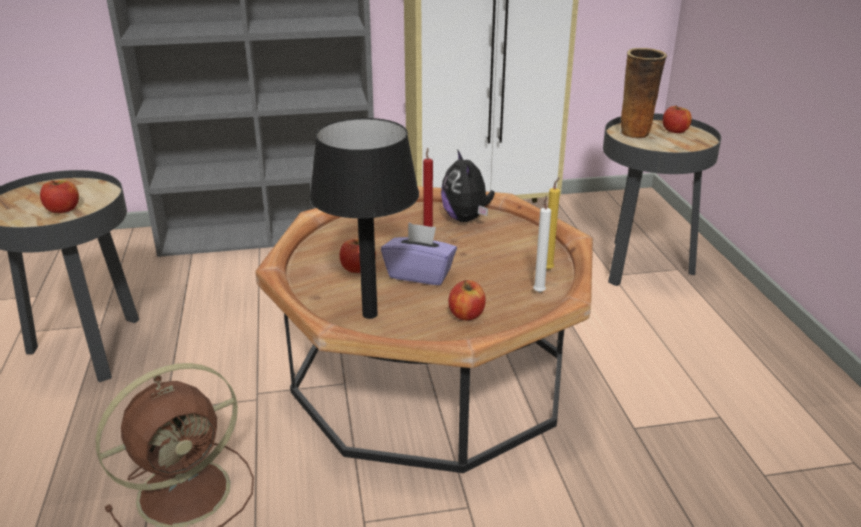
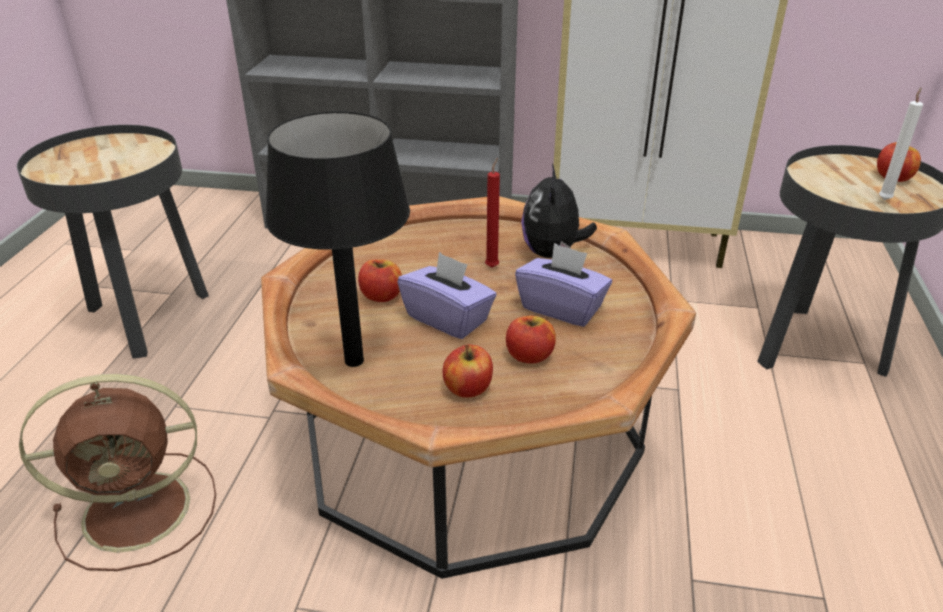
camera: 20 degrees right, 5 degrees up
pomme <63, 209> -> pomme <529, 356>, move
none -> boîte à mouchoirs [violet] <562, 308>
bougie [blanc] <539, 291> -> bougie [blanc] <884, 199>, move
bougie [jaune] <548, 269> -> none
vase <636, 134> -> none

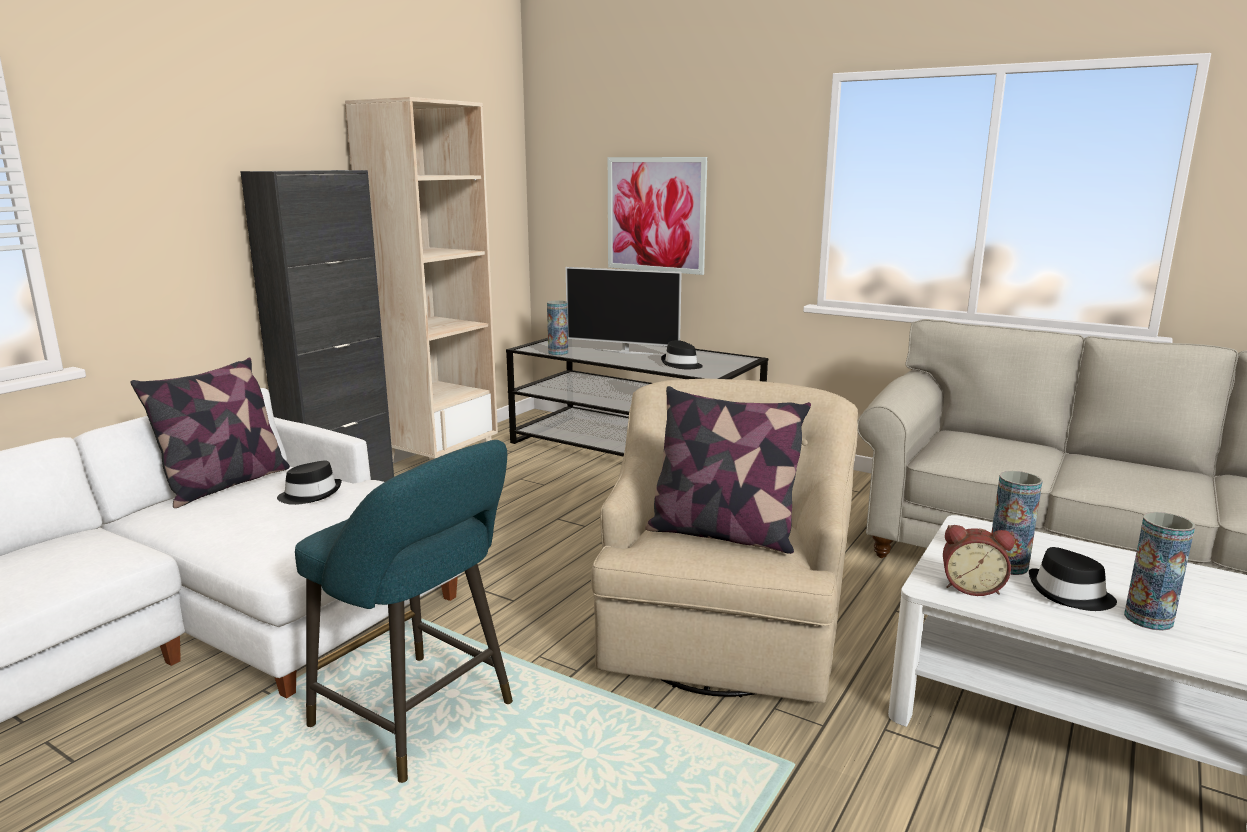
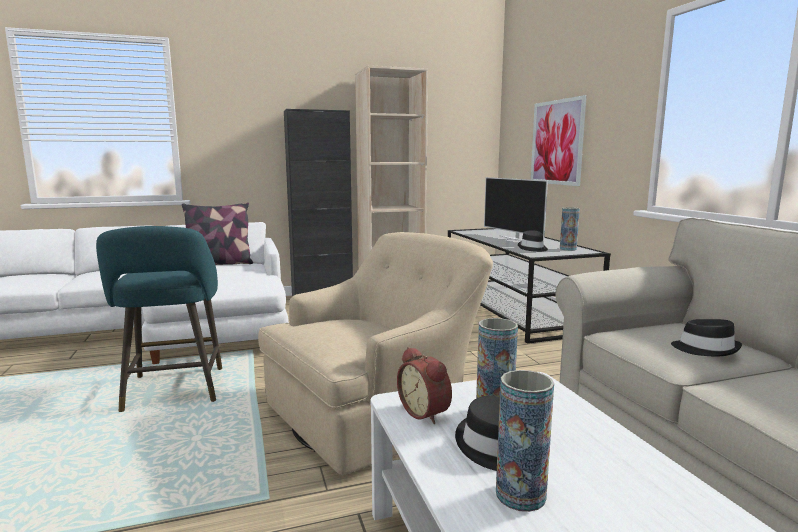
camera: 40 degrees right, 5 degrees down
vase <558, 353> -> vase <568, 249>, move
chapeau [noir] <311, 494> -> chapeau [noir] <705, 349>, move
coussin <722, 534> -> none

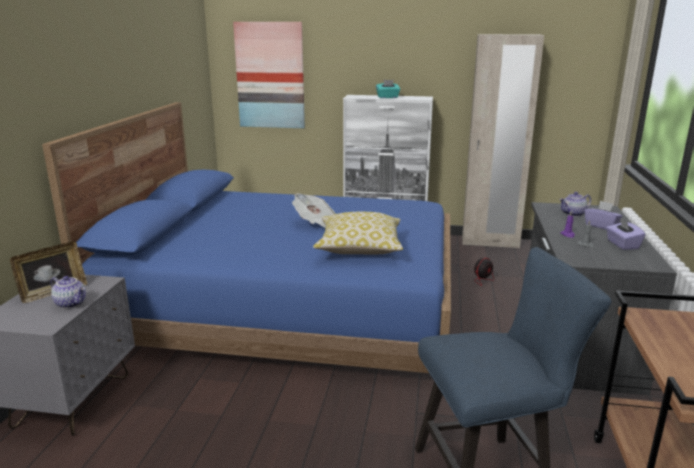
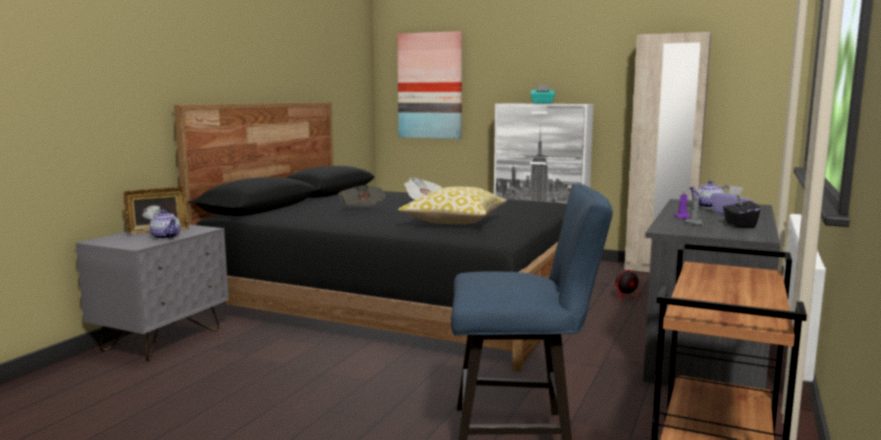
camera: 15 degrees right, 10 degrees down
lit [bleu] <288, 306> -> lit [noir] <401, 299>
none -> journal <363, 210>
boîte à mouchoirs [violet] <622, 245> -> boîte à mouchoirs [noir] <739, 225>

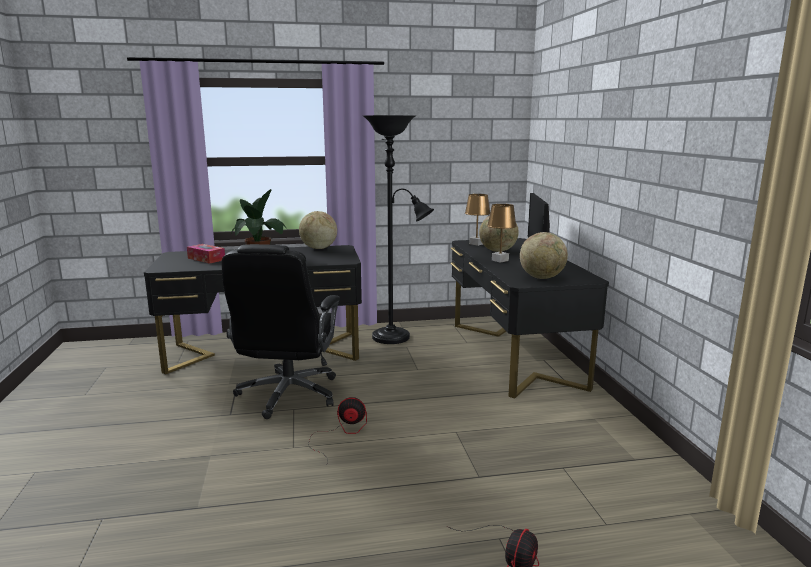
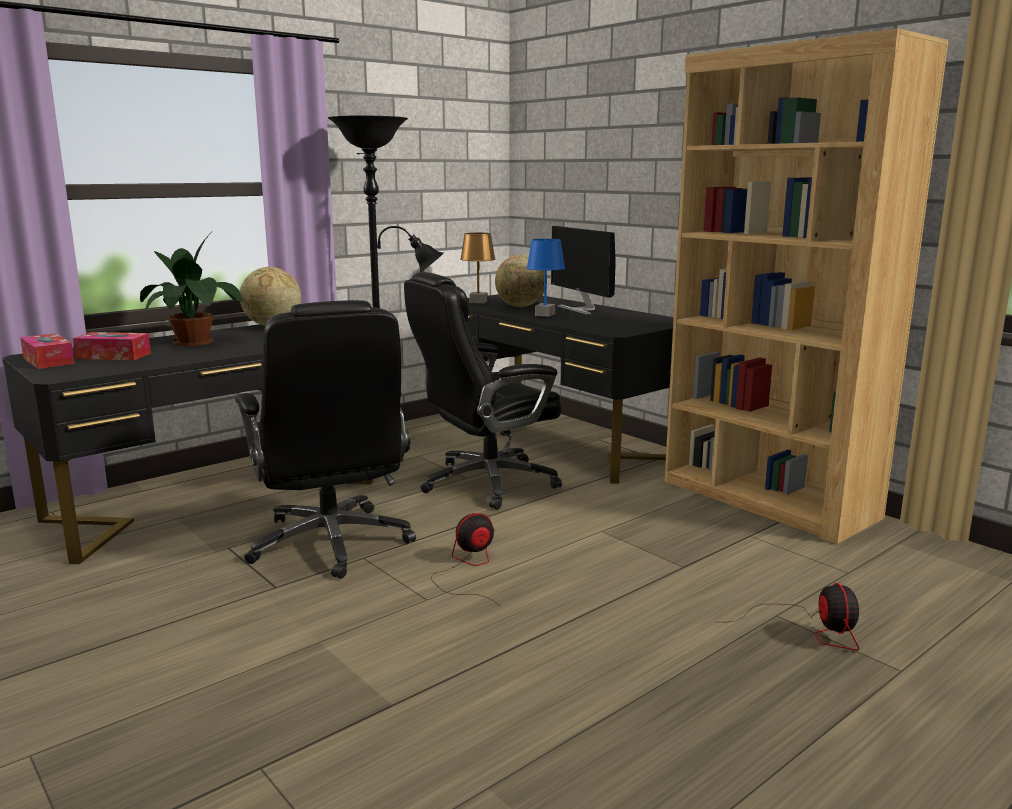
camera: 30 degrees left, 0 degrees up
none -> boîte à mouchoirs <48, 360>
none -> chaise de bureau [noir] <485, 483>
lampe de table [marron] <500, 260> -> lampe de table [bleu] <545, 315>
none -> bibliothèque [marron] <768, 499>
globe <542, 277> -> none

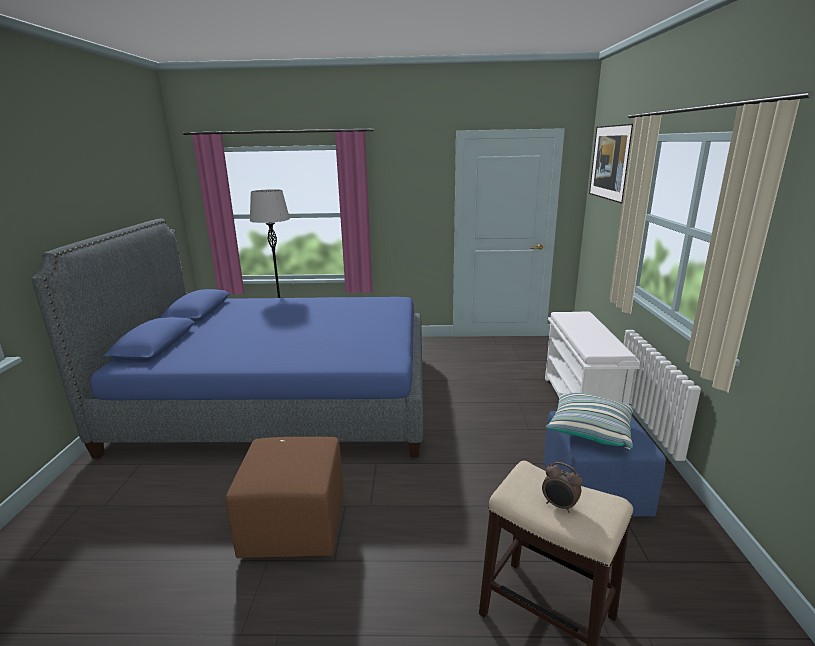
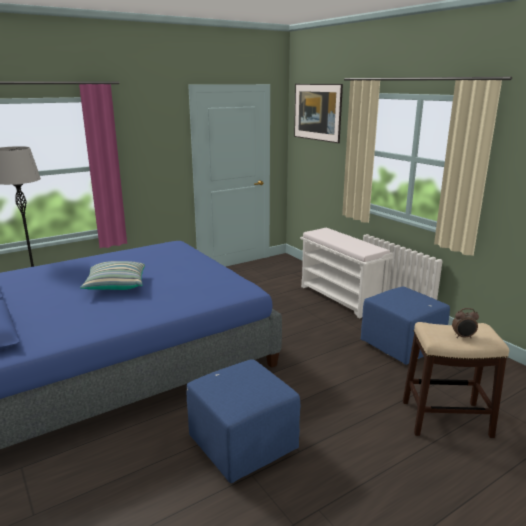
camera: 35 degrees left, 0 degrees up
coussin <590, 430> -> coussin <116, 286>, move
pouf [marron] <294, 525> -> pouf [bleu] <241, 444>

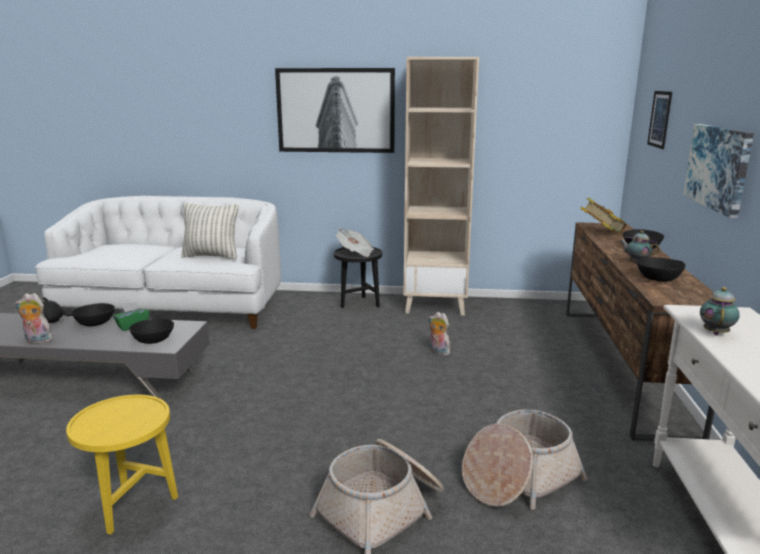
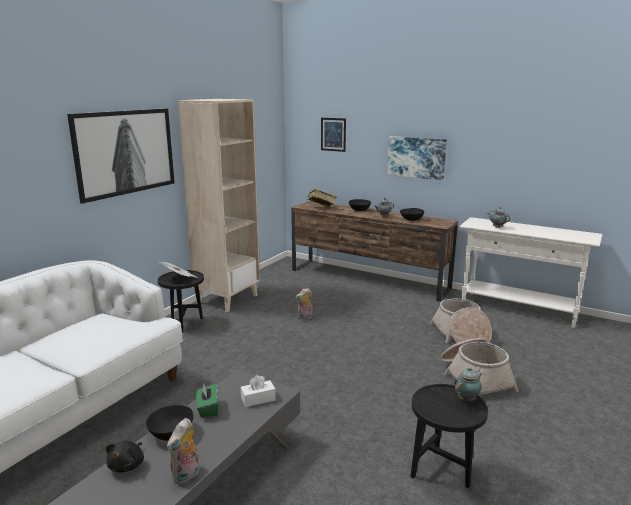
camera: 65 degrees left, 0 degrees up
bol [noir] <153, 340> -> boîte à mouchoirs [blanc] <258, 399>
table d'appoint [jaune] <133, 509> -> table d'appoint [noir] <442, 473>
none -> théière <467, 399>
coussin <211, 256> -> none

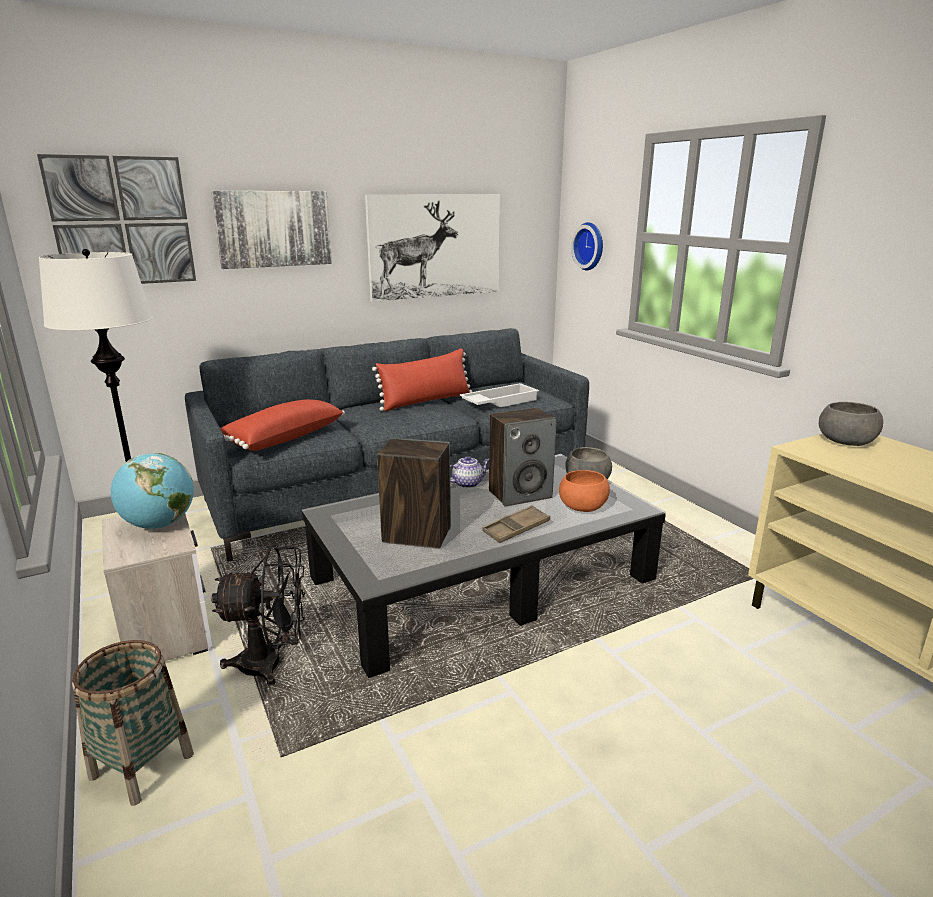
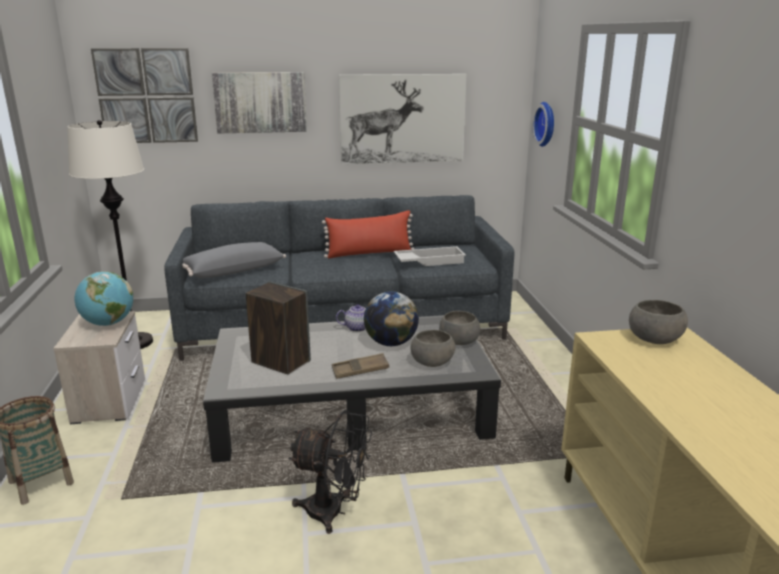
camera: 20 degrees right, 0 degrees up
coussin [rouge] <283, 438> -> coussin [gris] <233, 271>
ventilateur [noir] <272, 663> -> ventilateur [noir] <334, 512>, move
enceinte <520, 494> -> globe <391, 343>
bol [orange] <582, 506> -> bol [gris] <432, 361>

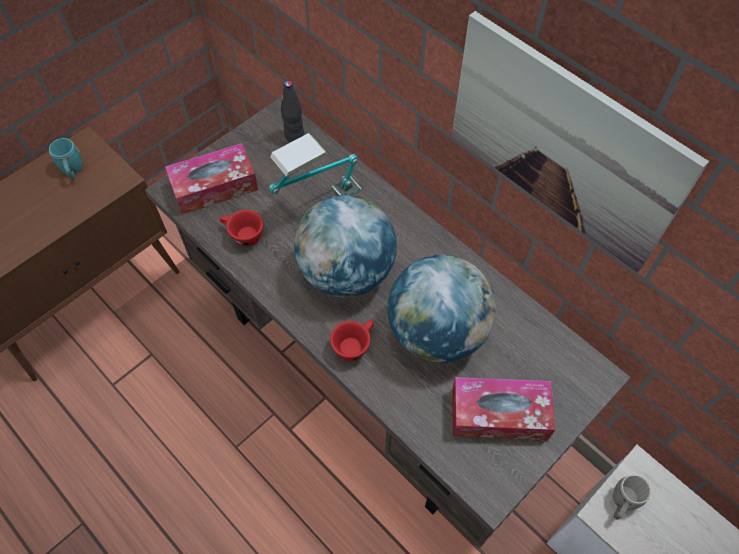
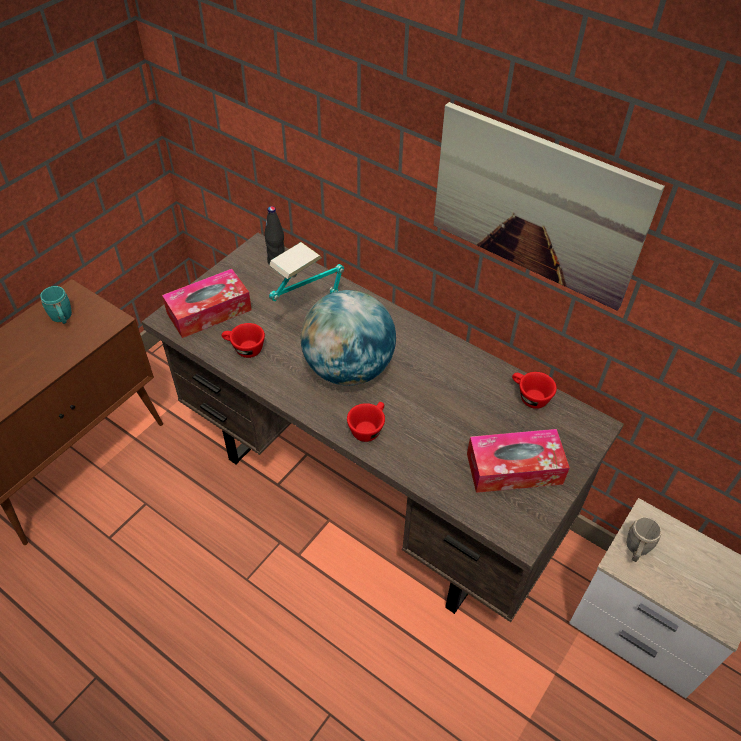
camera: 10 degrees left, 10 degrees down
none -> tasse [rouge] <529, 397>
globe <437, 332> -> none

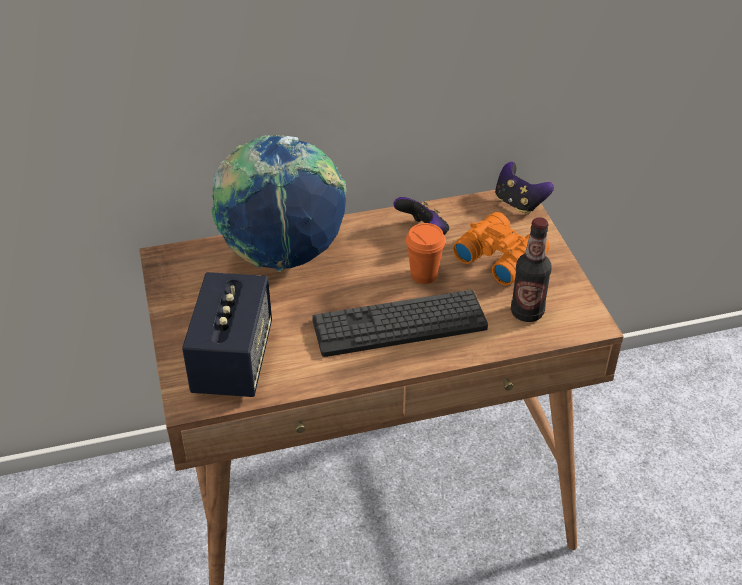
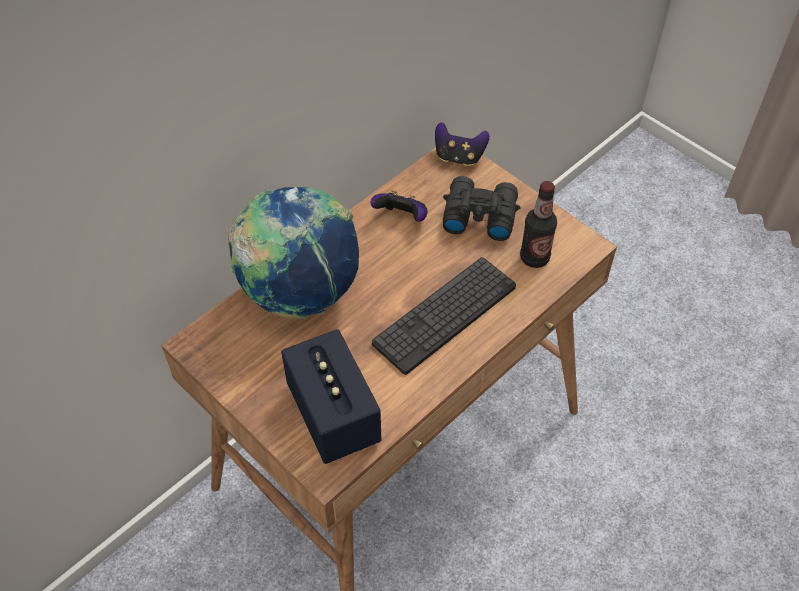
camera: 30 degrees left, 10 degrees up
jumelles [orange] <499, 256> -> jumelles [noir] <478, 214>
tasse [orange] <423, 275> -> none

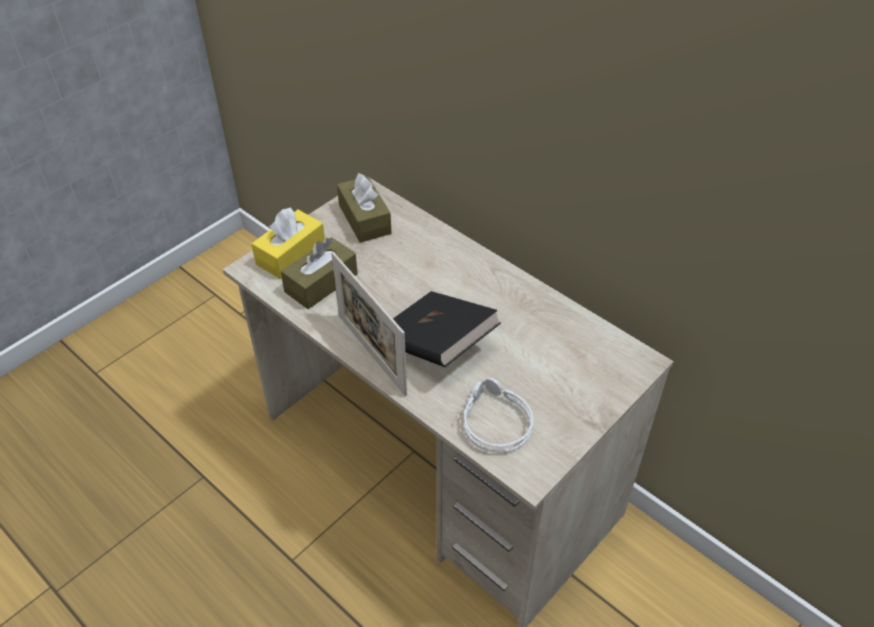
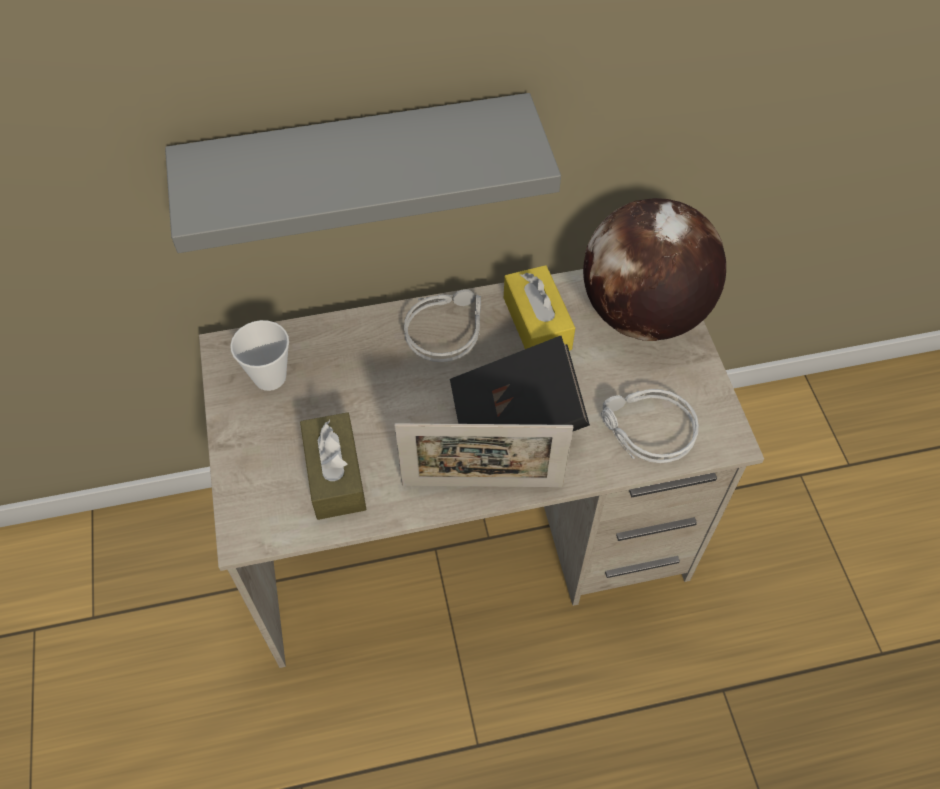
camera: 55 degrees left, 10 degrees up
none -> étagère [gris] <357, 167>
boîte à mouchoirs [marron] <364, 219> -> tasse <270, 377>
none -> casque audio [gris] <445, 328>
boîte à mouchoirs [jaune] <291, 254> -> boîte à mouchoirs [jaune] <537, 323>, move
none -> globe <642, 314>

